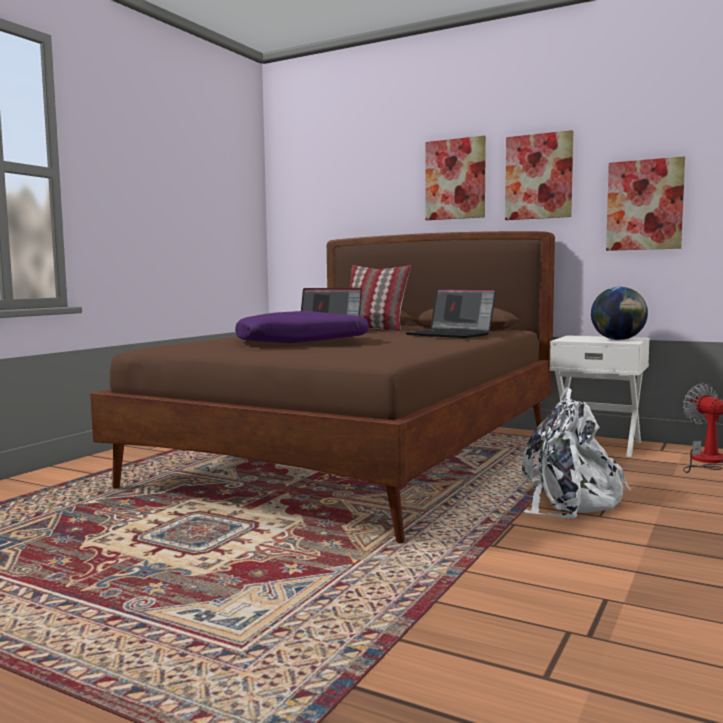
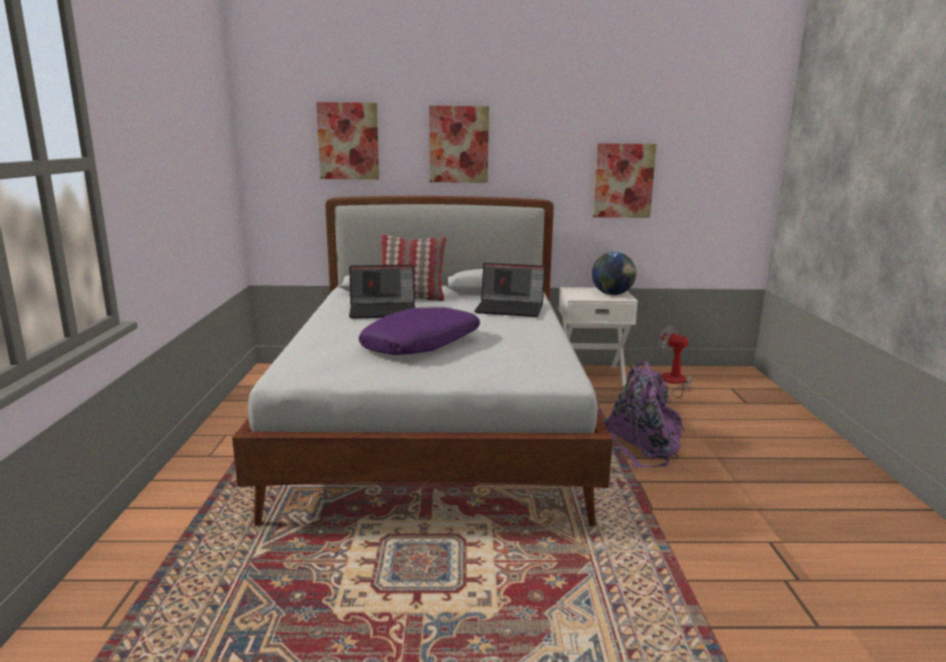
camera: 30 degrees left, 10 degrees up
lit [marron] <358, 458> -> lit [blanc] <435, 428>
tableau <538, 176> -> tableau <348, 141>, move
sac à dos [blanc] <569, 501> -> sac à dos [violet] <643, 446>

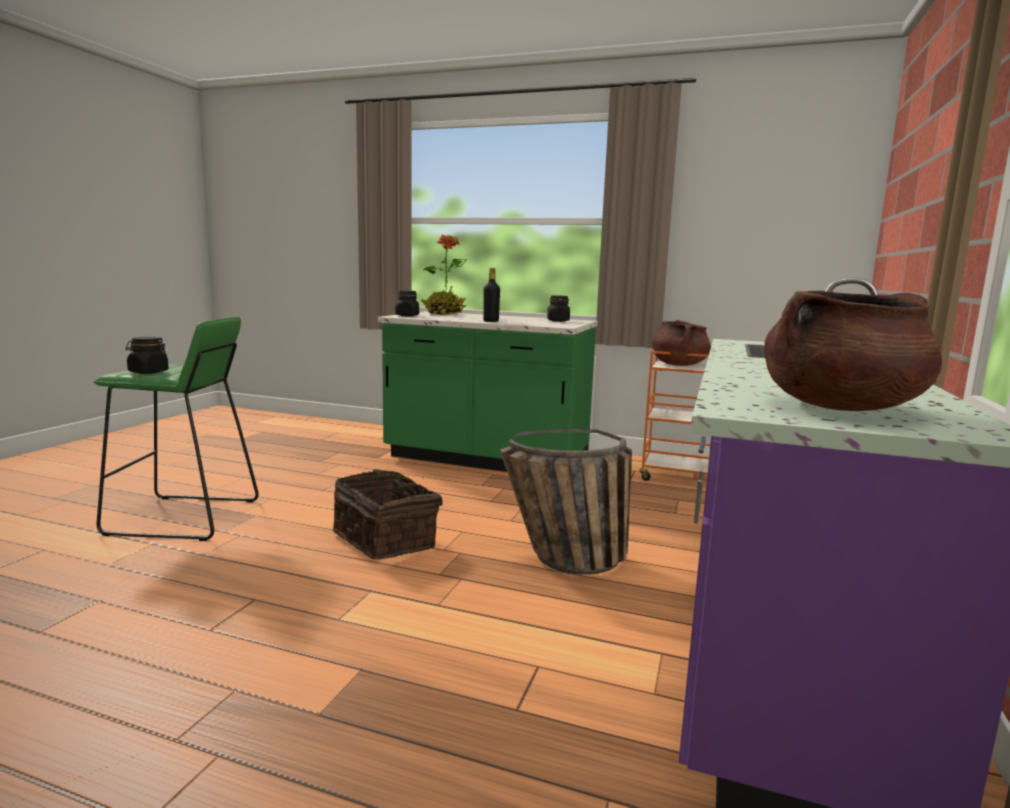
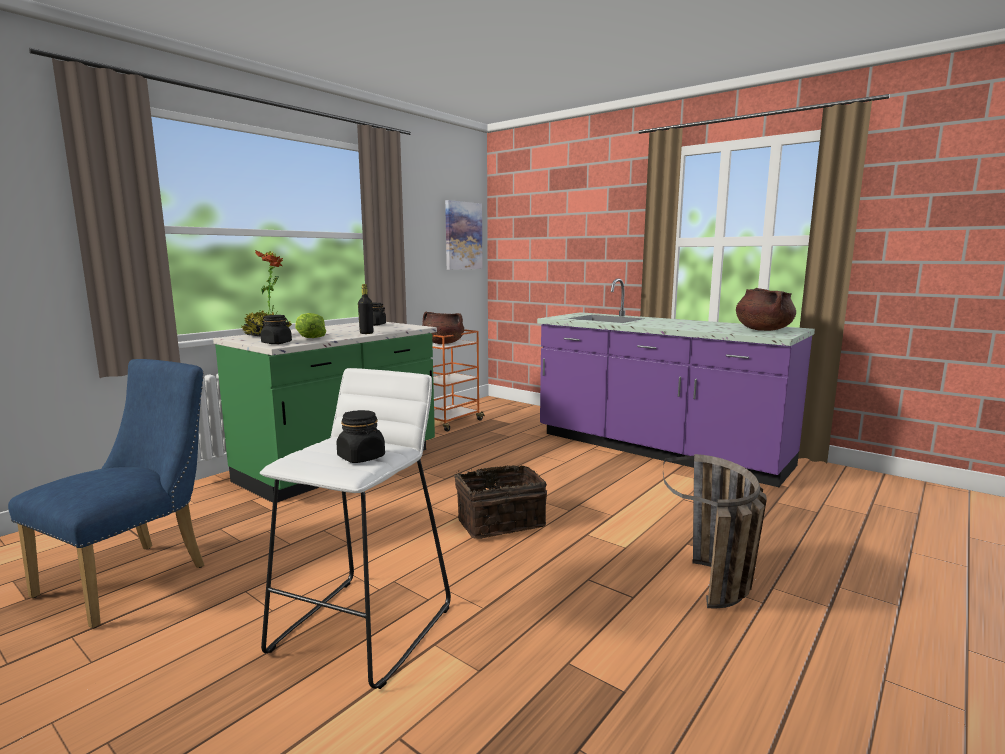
camera: 70 degrees left, 0 degrees up
none -> chaise [bleu] <135, 577>
tabouret [vert] <184, 518> -> tabouret [blanc] <364, 628>
none -> laitue <310, 337>
none -> tableau <463, 236>
panier <564, 563> -> panier <717, 596>, move

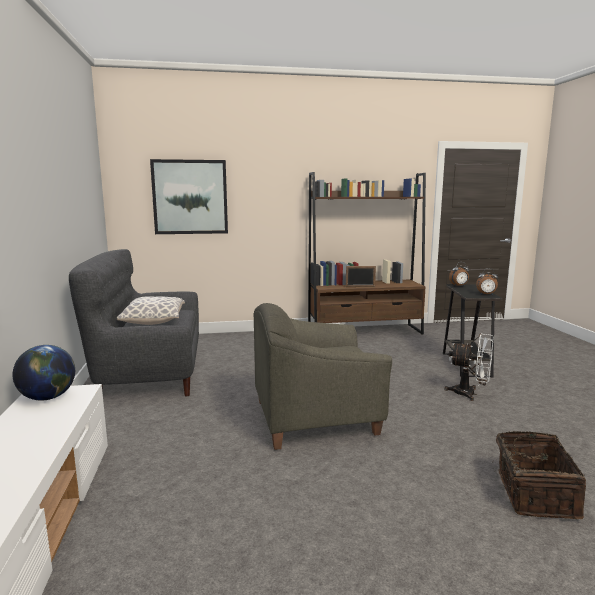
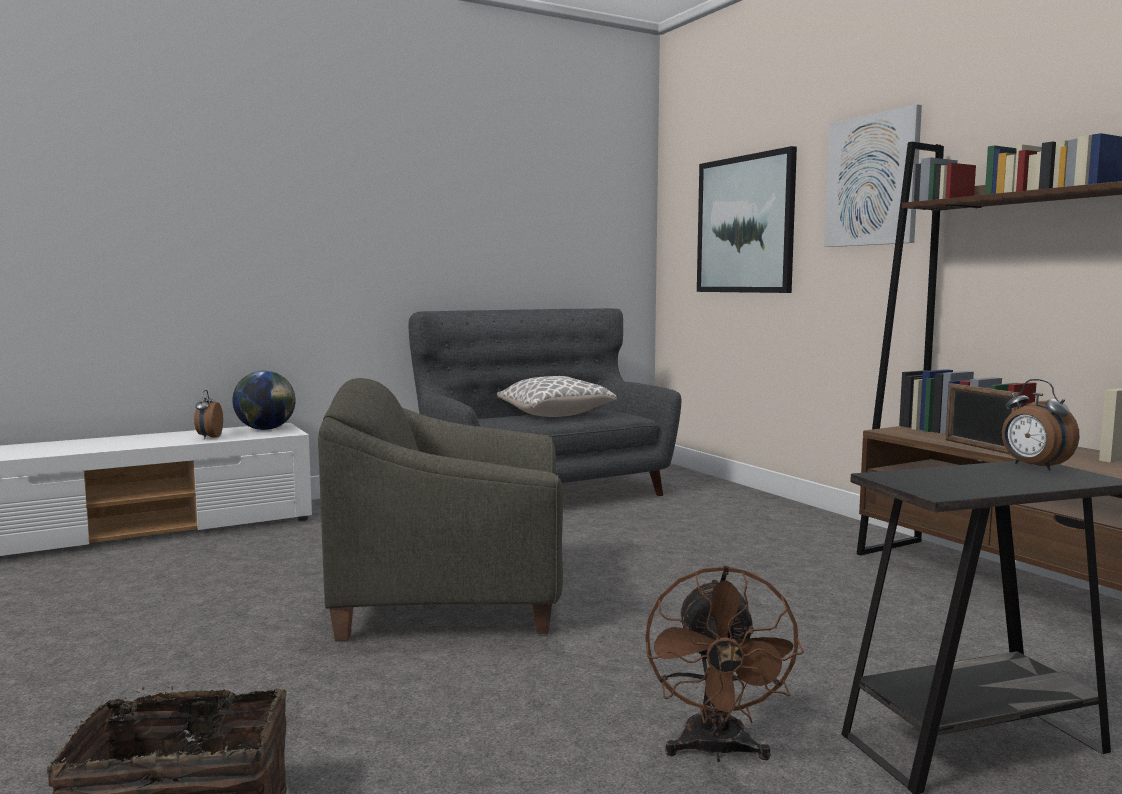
camera: 70 degrees right, 5 degrees down
réveil <486, 294> -> réveil <209, 437>, move
fauteuil [gris] <316, 418> -> fauteuil [gris] <452, 601>, 60 degrees counterclockwise
ventilateur [blanc] <470, 394> -> ventilateur [marron] <716, 751>
none -> tableau <872, 180>

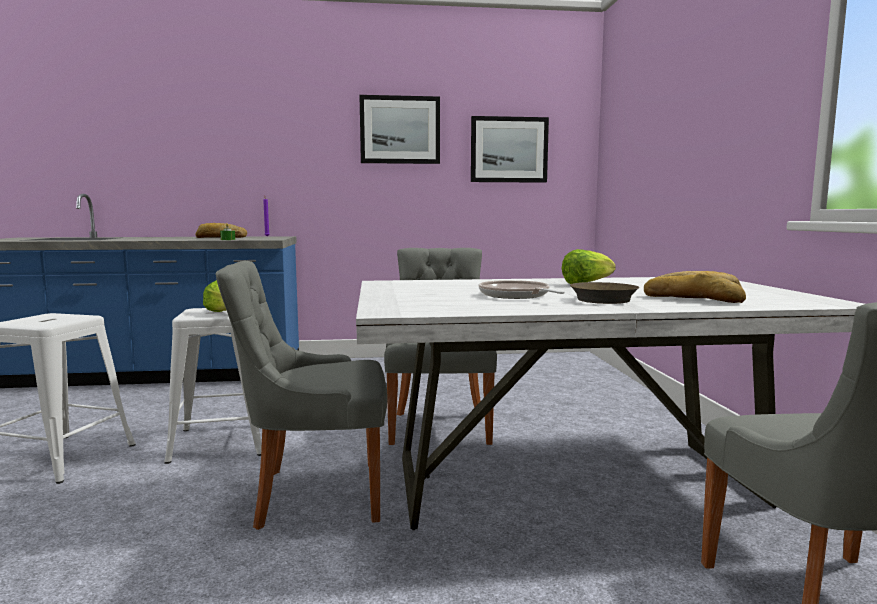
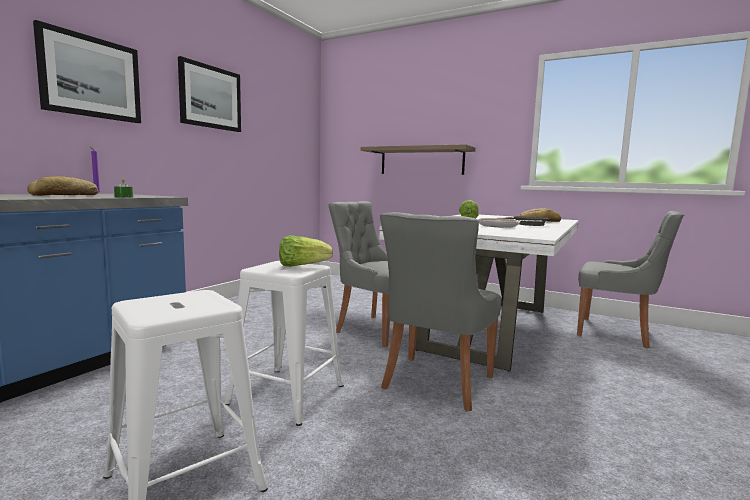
camera: 55 degrees left, 0 degrees up
tableau <509, 150> -> tableau <91, 77>, move
none -> étagère <421, 161>

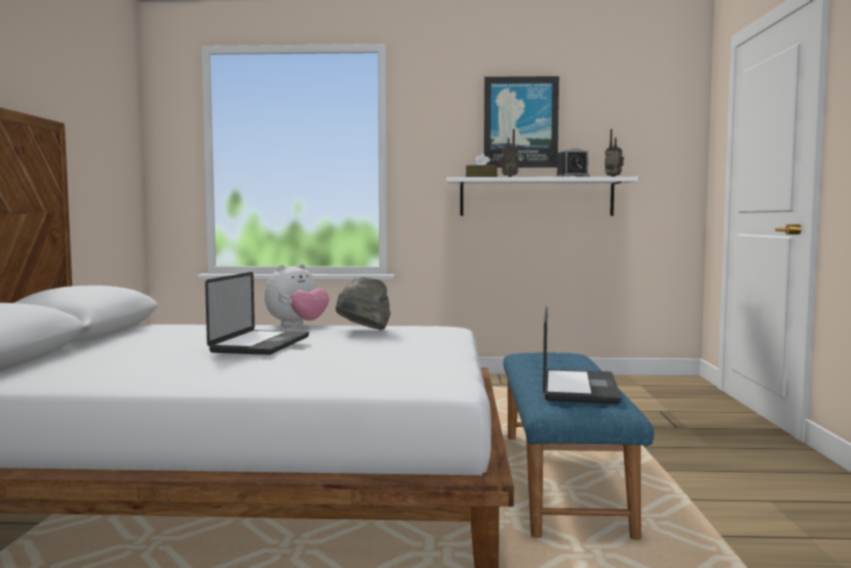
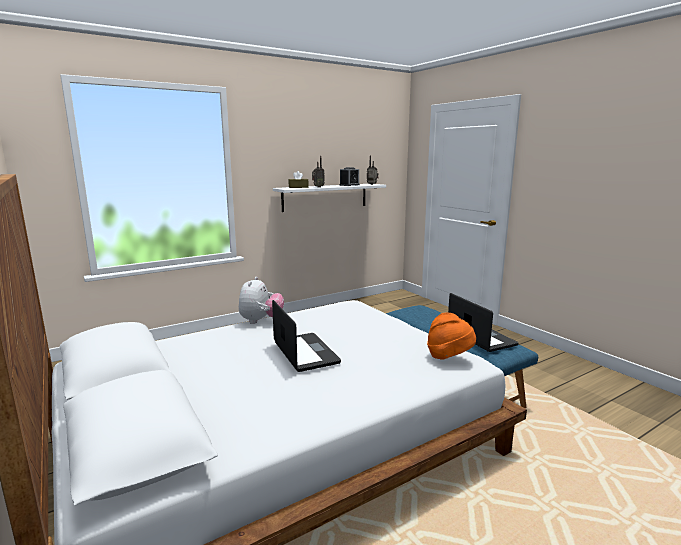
camera: 35 degrees left, 10 degrees up
none -> chapeau [orange] <449, 357>
chapeau [gris] <363, 331> -> none
tableau <520, 122> -> none

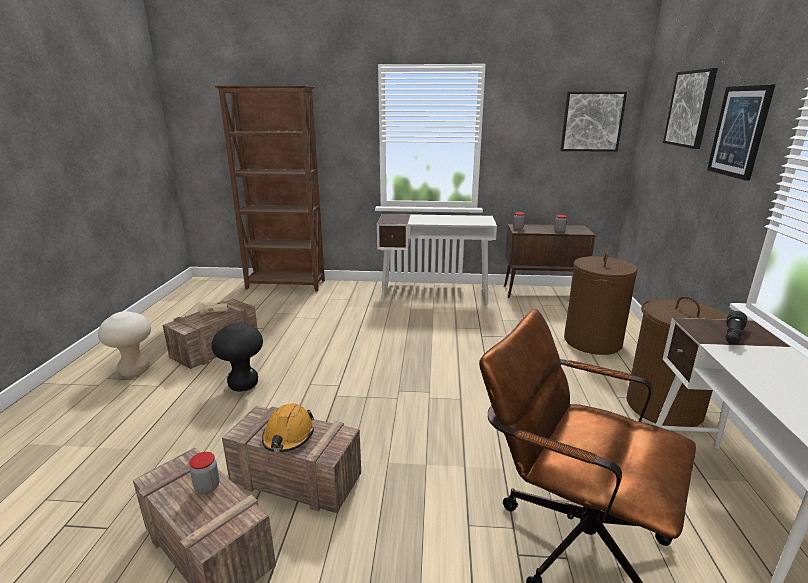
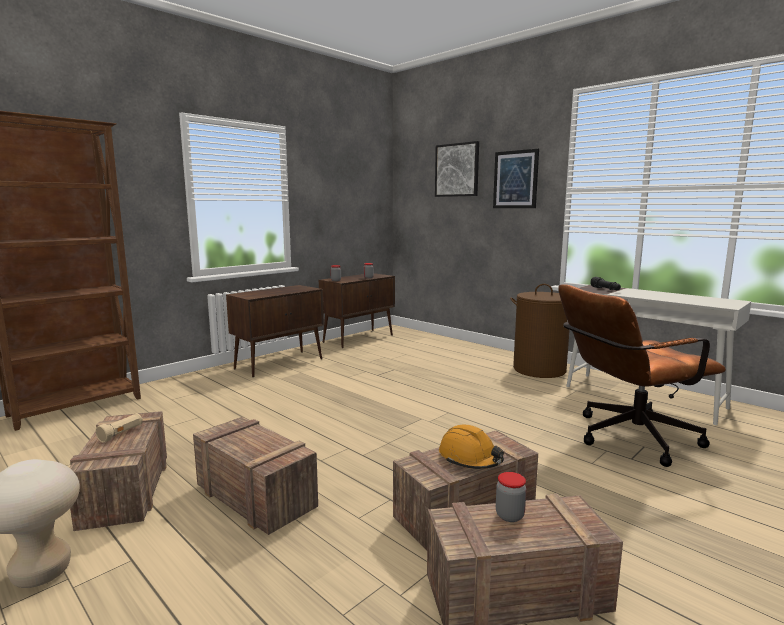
camera: 50 degrees left, 10 degrees down
tabouret [noir] <243, 385> -> caisse <254, 496>
bureau [blanc] <435, 295> -> meuble de rangement [marron] <280, 363>
tableau <592, 122> -> none
panier à linge [marron] <592, 341> -> none

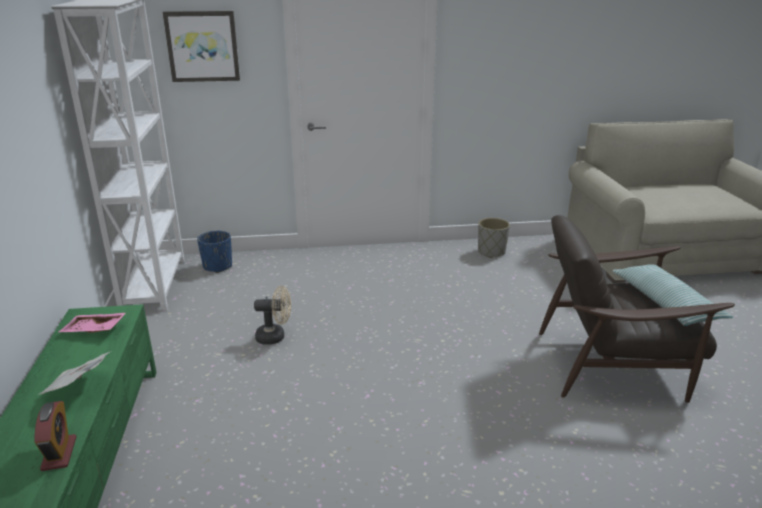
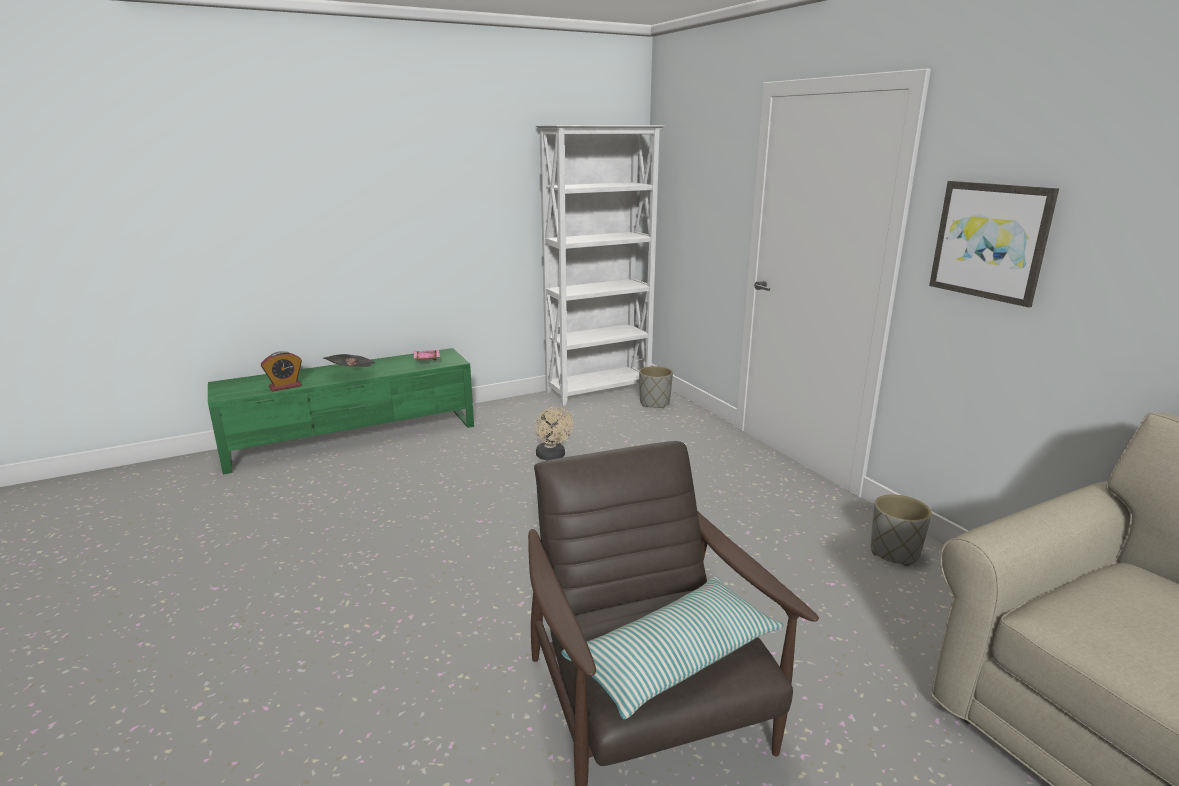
camera: 70 degrees right, 5 degrees down
cache-pot [bleu] <218, 266> -> cache-pot [gris] <655, 403>
tableau <202, 46> -> tableau <990, 241>, move

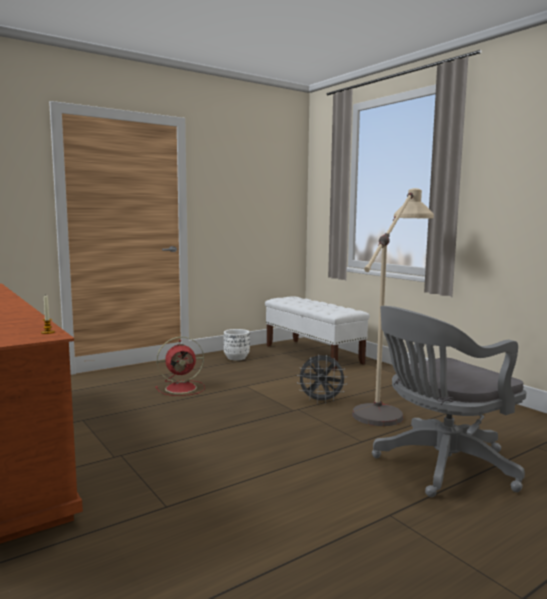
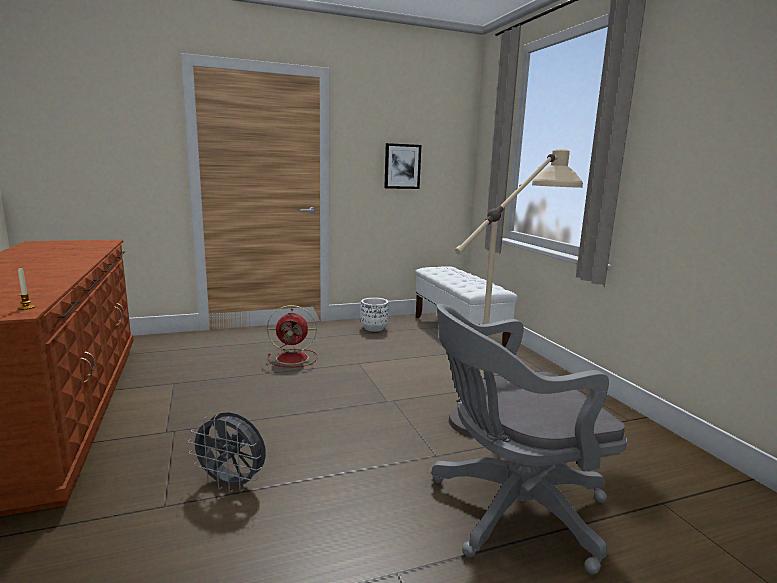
camera: 15 degrees right, 5 degrees up
ventilateur [gris] <321, 401> -> ventilateur [gris] <232, 484>, move
none -> tableau <402, 166>

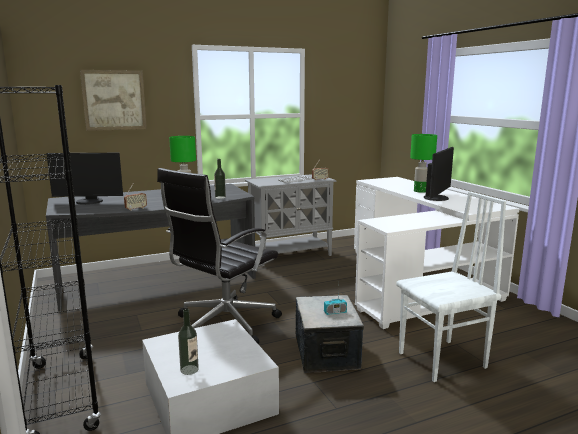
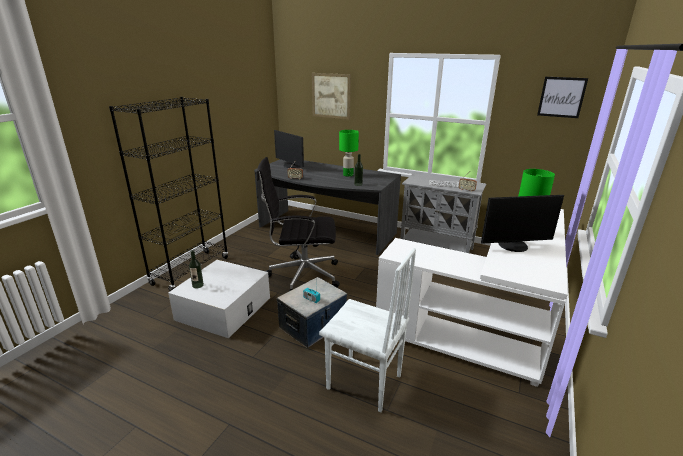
camera: 50 degrees right, 10 degrees up
none -> tableau <561, 97>

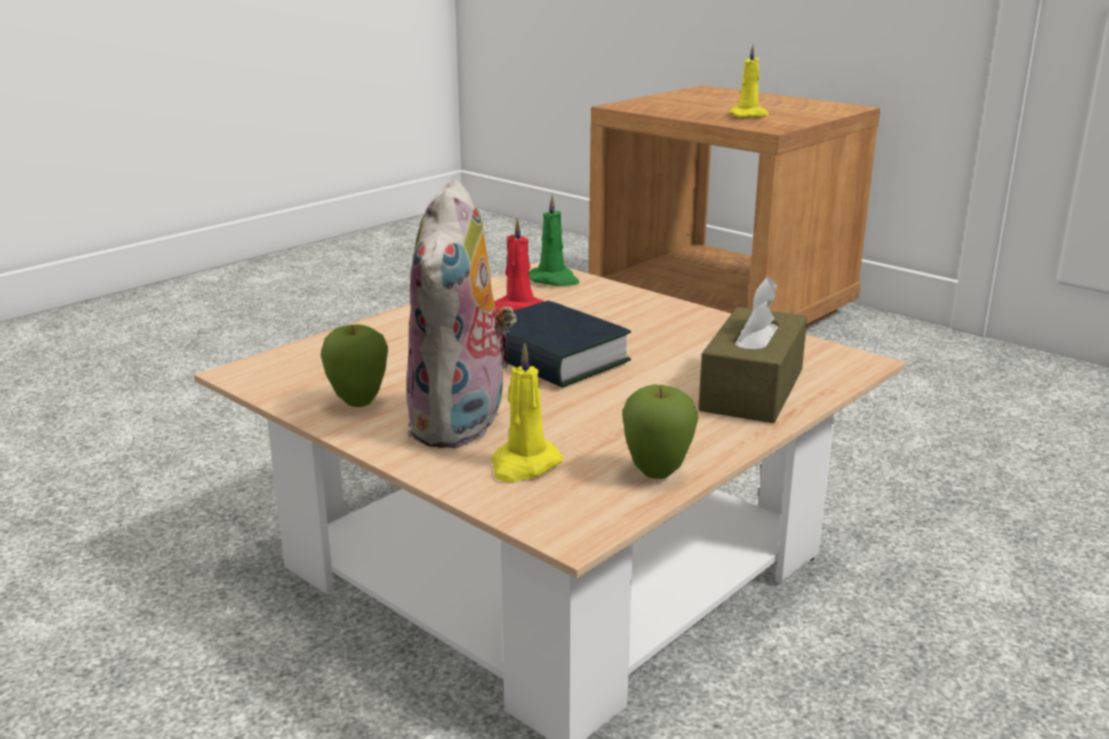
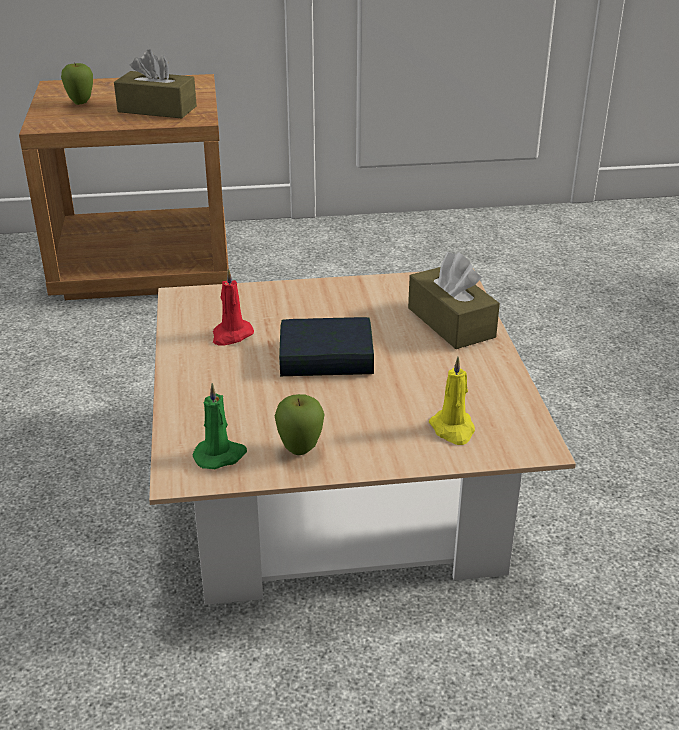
camera: 50 degrees left, 10 degrees up
pomme <657, 475> -> pomme <81, 103>, move
bougie [jaune] <749, 115> -> boîte à mouchoirs [marron] <157, 109>
bougie [vert] <554, 280> -> bougie [vert] <220, 456>, move
peluche <462, 425> -> none

